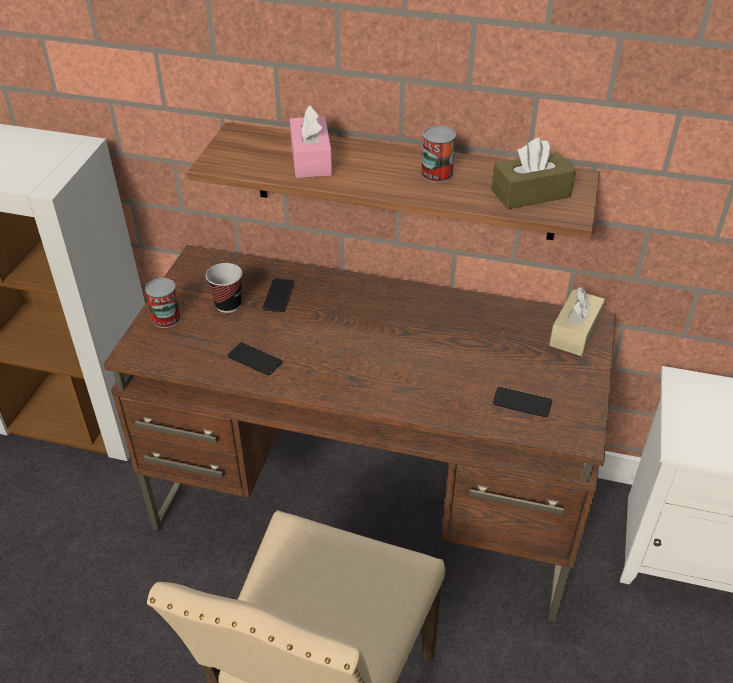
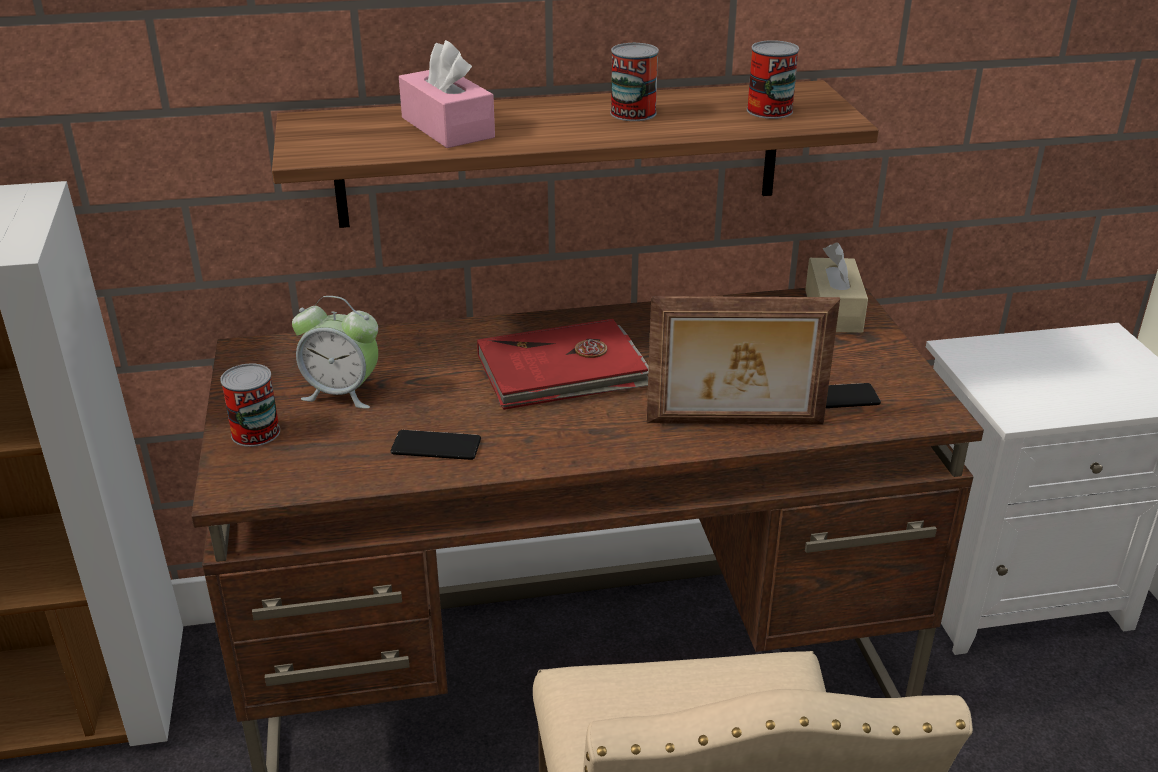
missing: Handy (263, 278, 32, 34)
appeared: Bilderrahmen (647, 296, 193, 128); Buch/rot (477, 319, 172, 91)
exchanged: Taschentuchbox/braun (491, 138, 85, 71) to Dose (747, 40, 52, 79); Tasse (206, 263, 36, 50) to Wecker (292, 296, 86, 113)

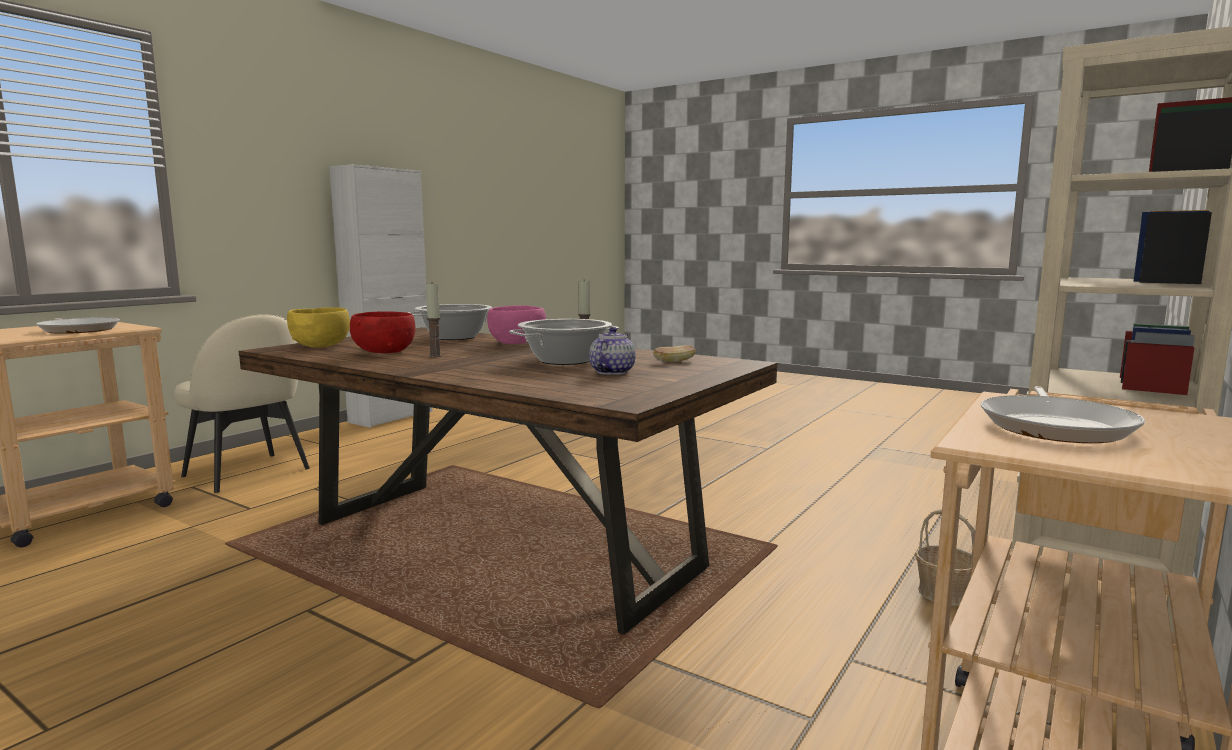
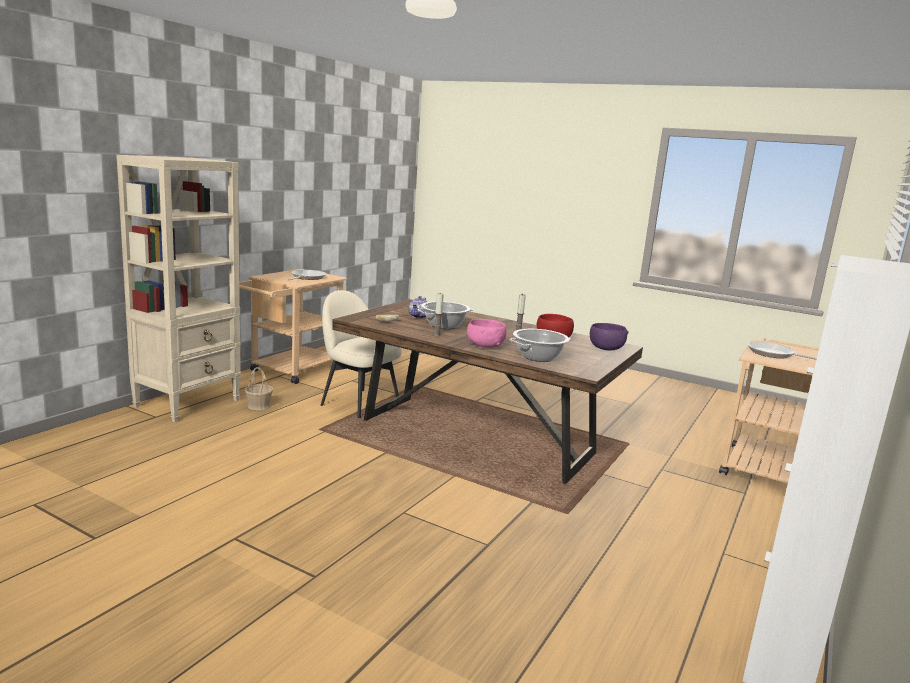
relocated: Stuhl/beige (174, 314, 136, 179) to (320, 290, 82, 128)
colour: Schüssel/gelb (287, 307, 63, 41) to Schüssel/lila (590, 323, 39, 27)

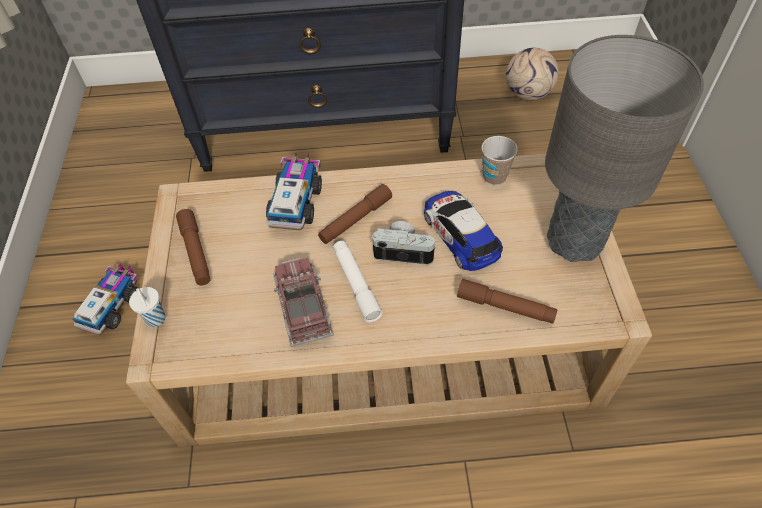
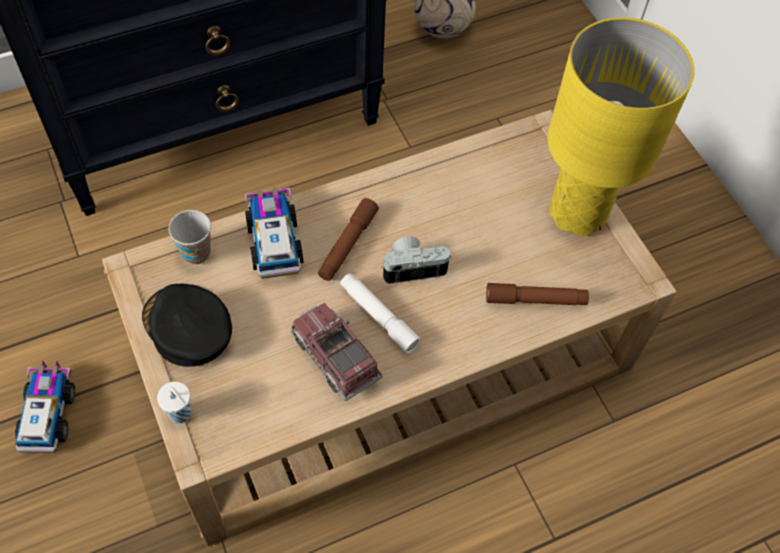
missing: Spielzeugauto (424, 191, 79, 80)
relocated: Tasse (481, 136, 37, 49) to (168, 210, 43, 55)
exchanged: Taschenlampe/braun (176, 209, 34, 76) to Kappe/schwarz (142, 283, 90, 84)
colour: Tischlampe/grau (545, 35, 159, 227) to Tischlampe/gelb (548, 17, 147, 220)

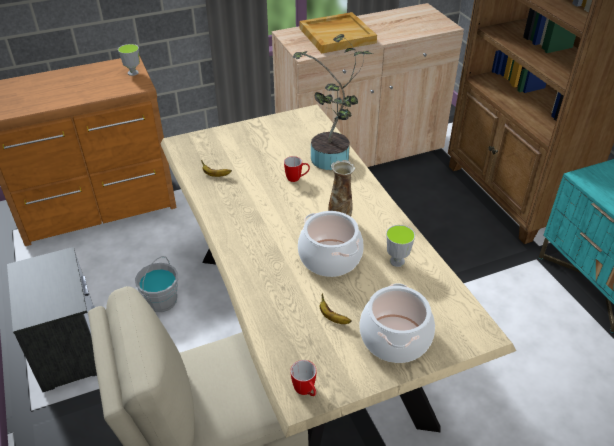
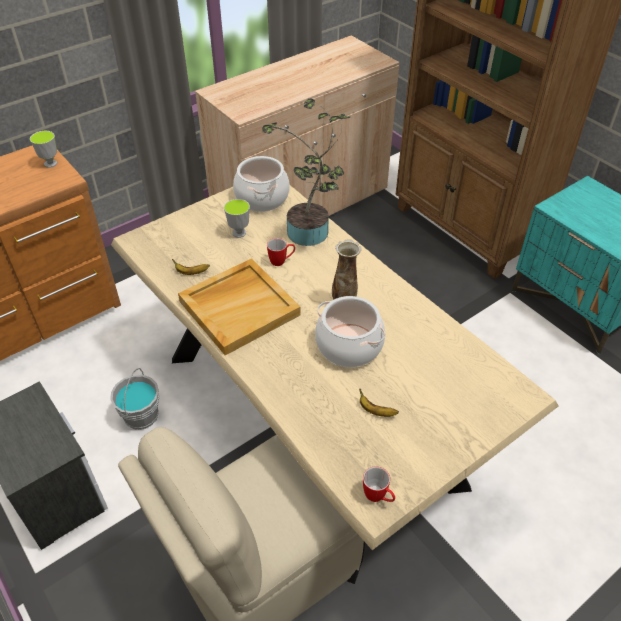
relocated: Tablett/beige (300, 12, 77, 41) to (178, 258, 123, 97); Tasse (386, 225, 29, 42) to (224, 199, 26, 39); Kochtopf (360, 283, 75, 80) to (233, 156, 57, 56)

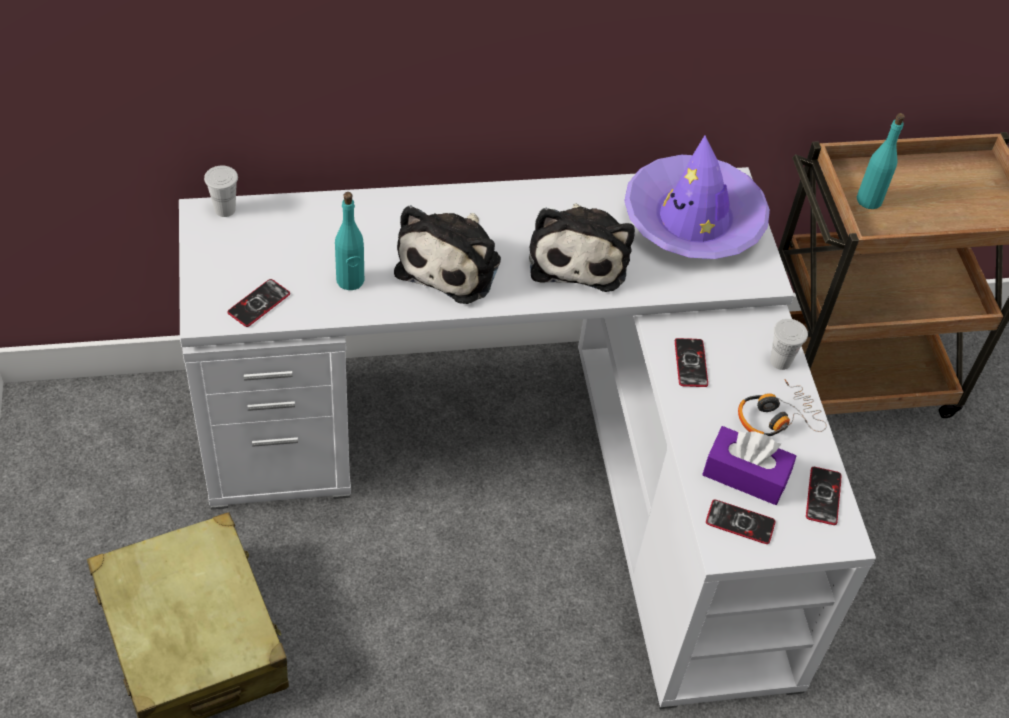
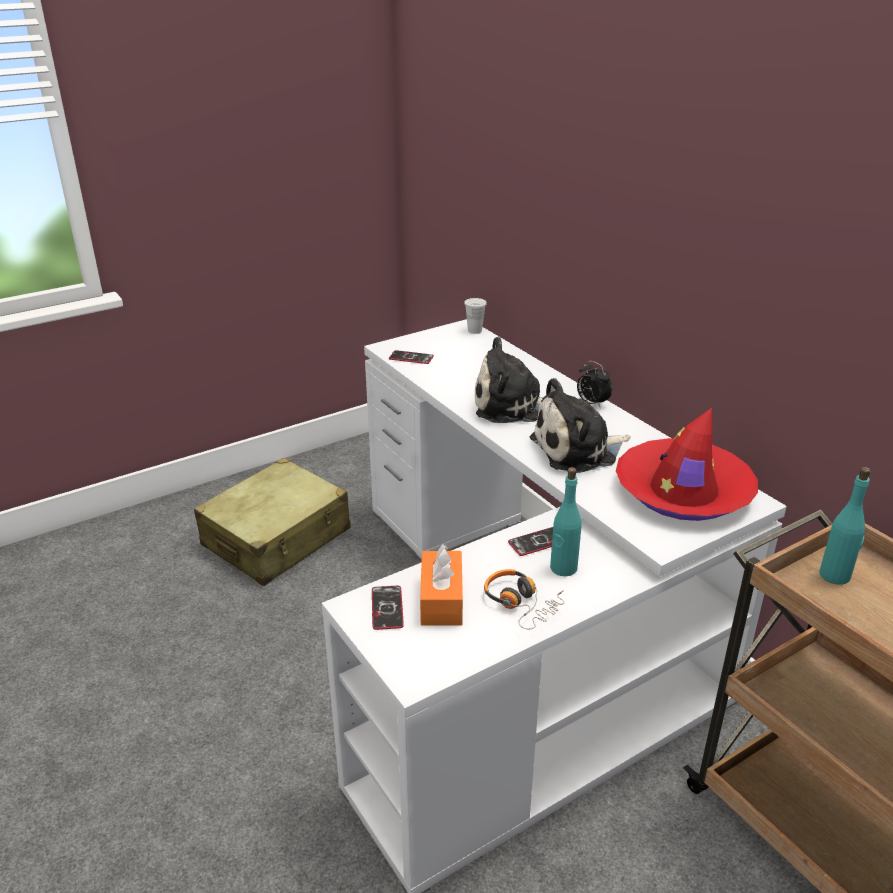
missing: Tasse/weiß (770, 319, 38, 51); Handy (806, 467, 36, 58)
appeared: Wecker (577, 361, 35, 48)
relocated: Flasche/türkis (335, 192, 29, 98) to (550, 467, 32, 109)
colour: Hut/lila (624, 135, 146, 124) to Hut/rot (616, 408, 142, 113); Taschentuchbox/lila (702, 426, 94, 79) to Taschentuchbox/orange (420, 544, 43, 81)

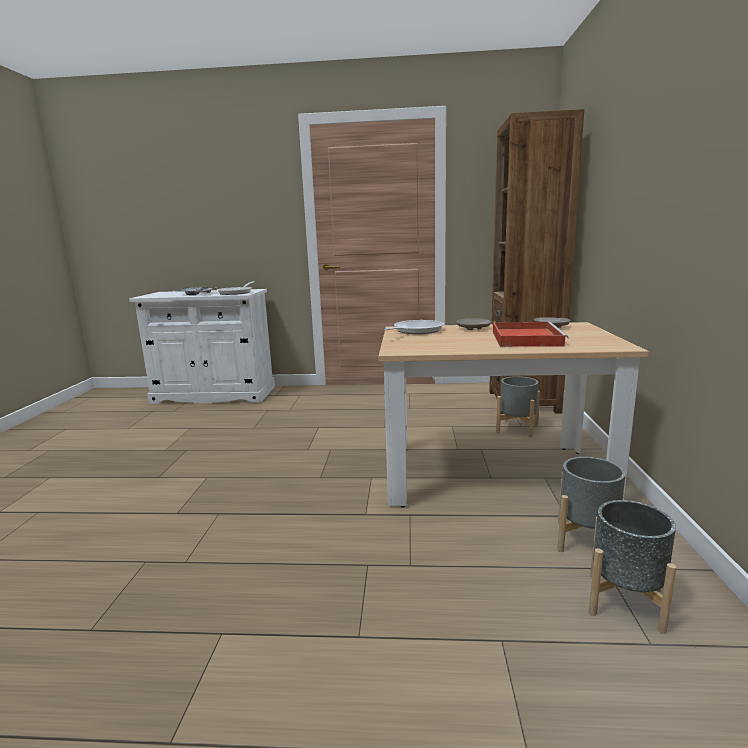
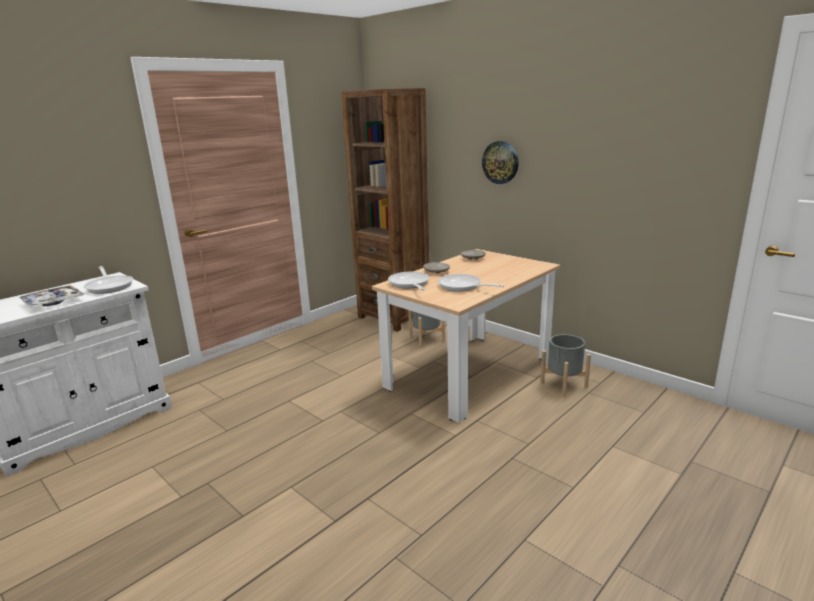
missing: Tablett/rot (493, 322, 75, 25); Pflanzkübel/grau (589, 500, 88, 134)
appeared: Wanduhr (482, 141, 37, 43); Pfanne (438, 274, 66, 18)

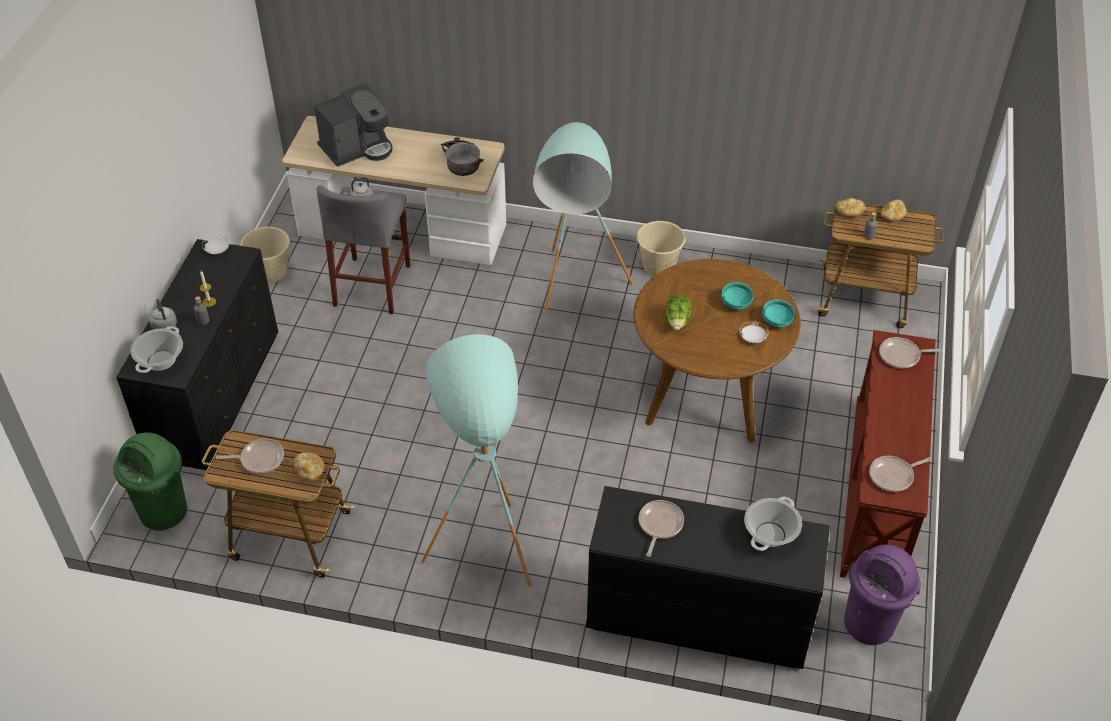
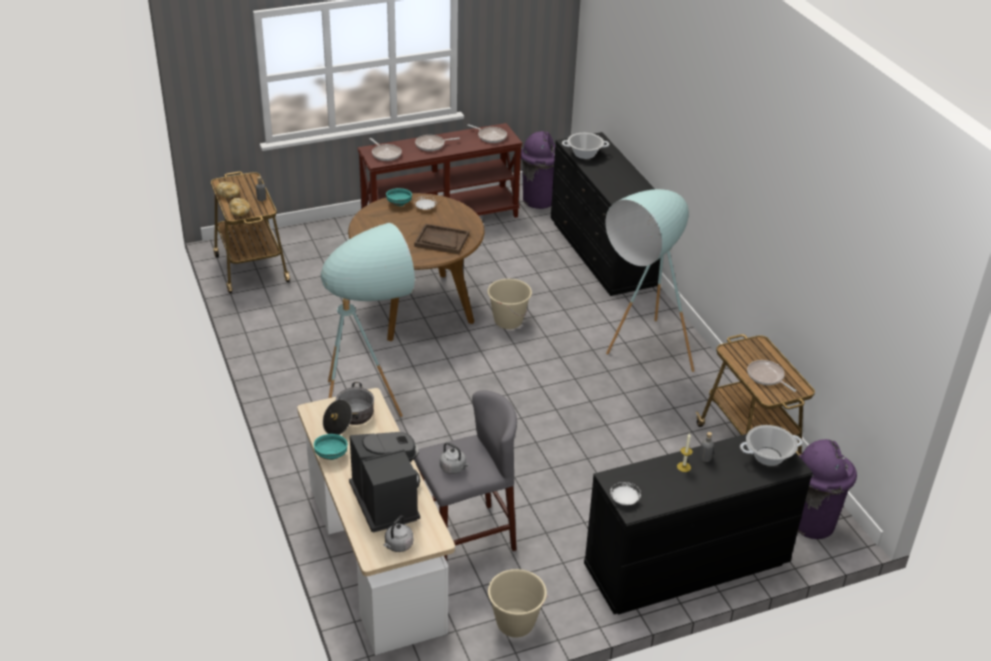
missing: Brot (294, 453, 31, 28)
relocated: Eimer/beige (636, 221, 50, 55) to (487, 279, 45, 50); Schüssel/türkis (721, 282, 33, 28) to (314, 434, 34, 26); Wasserkessel/grau (149, 299, 28, 31) to (384, 515, 29, 37); Pfanne (639, 500, 45, 57) to (415, 135, 45, 16)
exchanged: Salatkopf (665, 295, 27, 36) to Tablett/braun (414, 224, 55, 30)
colour: Mülleimer/grün (114, 432, 73, 99) to Mülleimer/lila (798, 439, 59, 100)
spun: Kaffeemaschine (314, 83, 78, 84) = (349, 432, 71, 101) 45 degrees clockwise

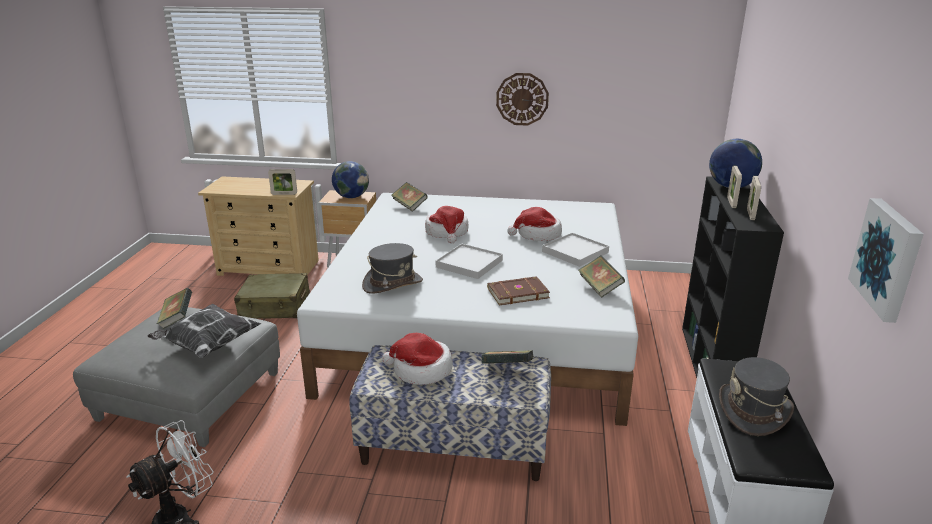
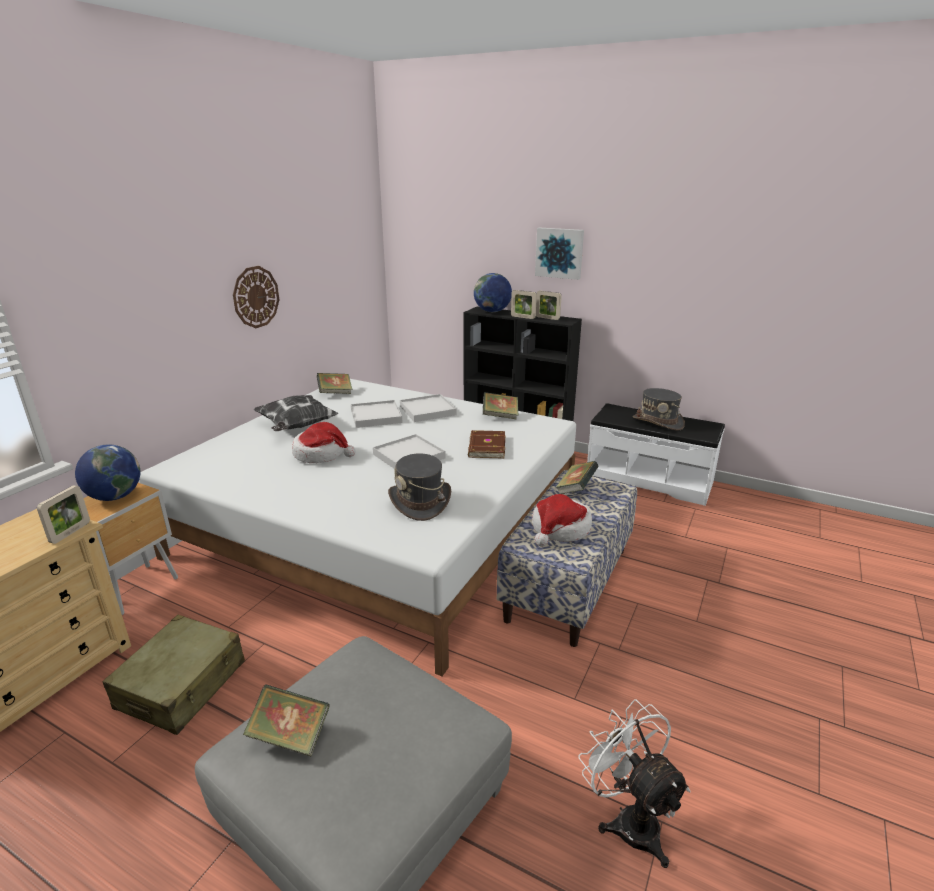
relocated: Buch (392, 182, 36, 30) to (317, 373, 35, 21); Bild (848, 198, 76, 125) to (535, 227, 49, 53); Kissen (147, 304, 114, 54) to (254, 395, 85, 36)
exchanged: Hut (507, 207, 55, 34) to Tablett/weiß (351, 400, 52, 28)

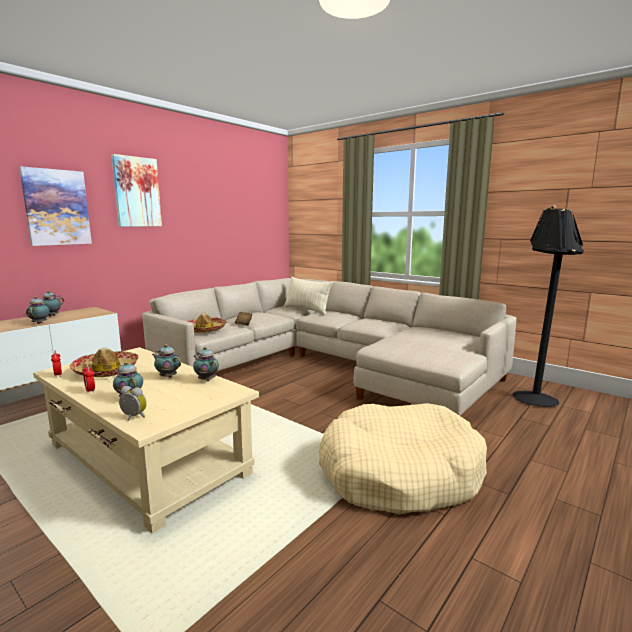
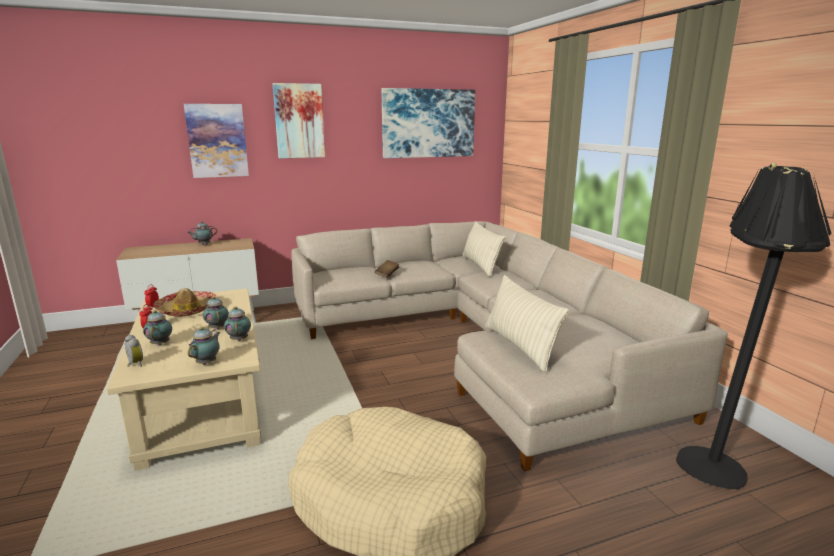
missing: Hut (187, 314, 40, 19)
appeared: Bild (381, 88, 94, 70); Kissen/beige (485, 275, 84, 97)
relocated: Teekanne (26, 296, 24, 28) to (188, 327, 32, 38)

